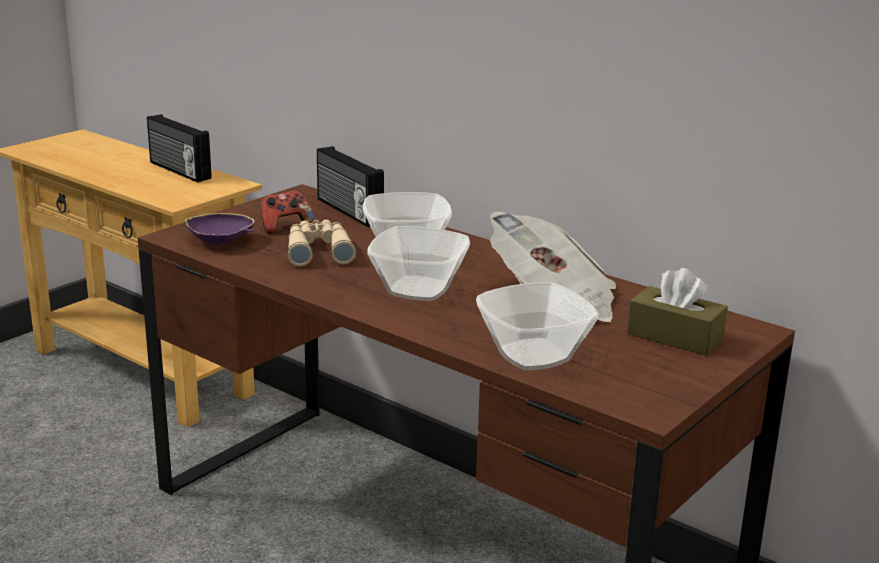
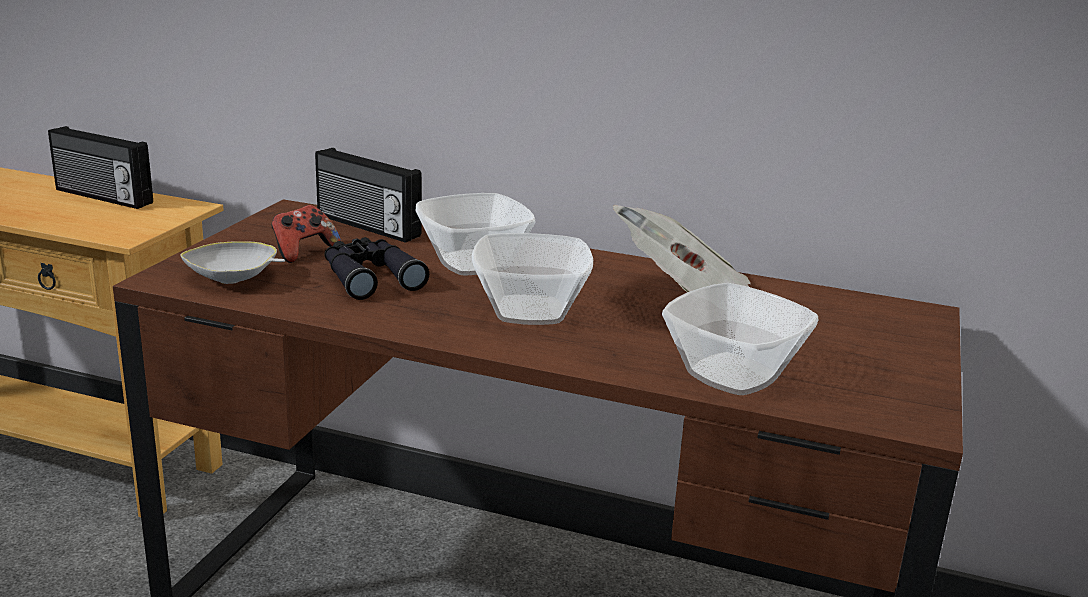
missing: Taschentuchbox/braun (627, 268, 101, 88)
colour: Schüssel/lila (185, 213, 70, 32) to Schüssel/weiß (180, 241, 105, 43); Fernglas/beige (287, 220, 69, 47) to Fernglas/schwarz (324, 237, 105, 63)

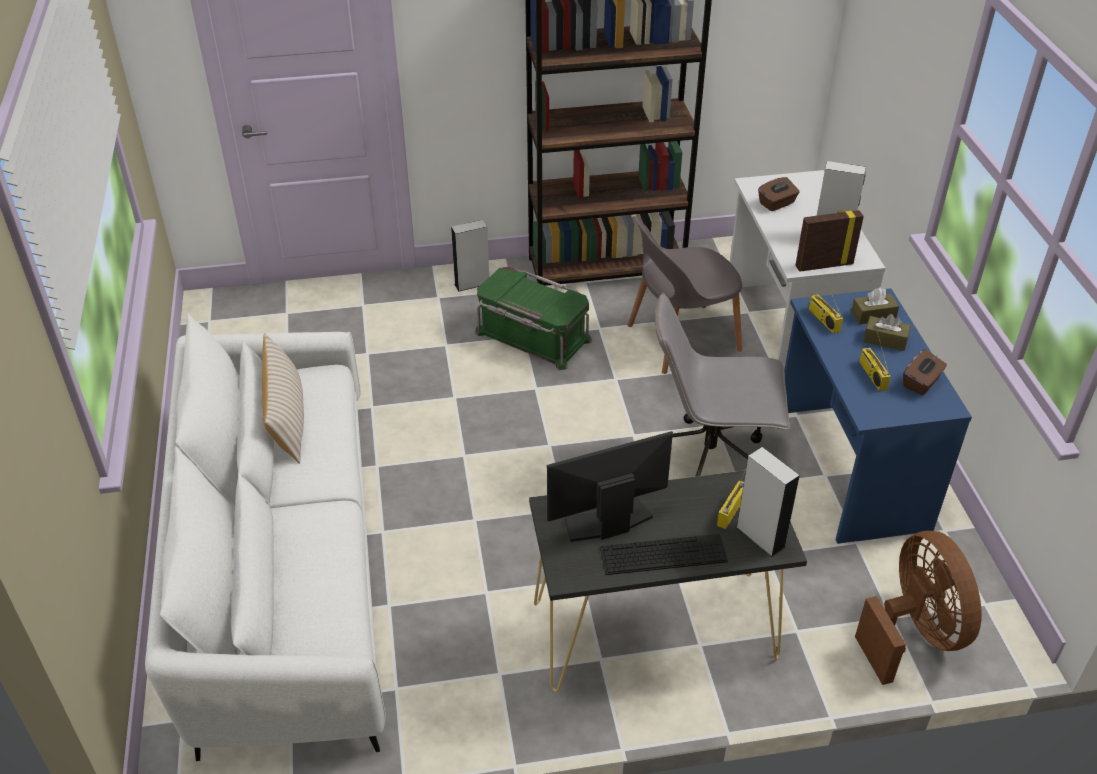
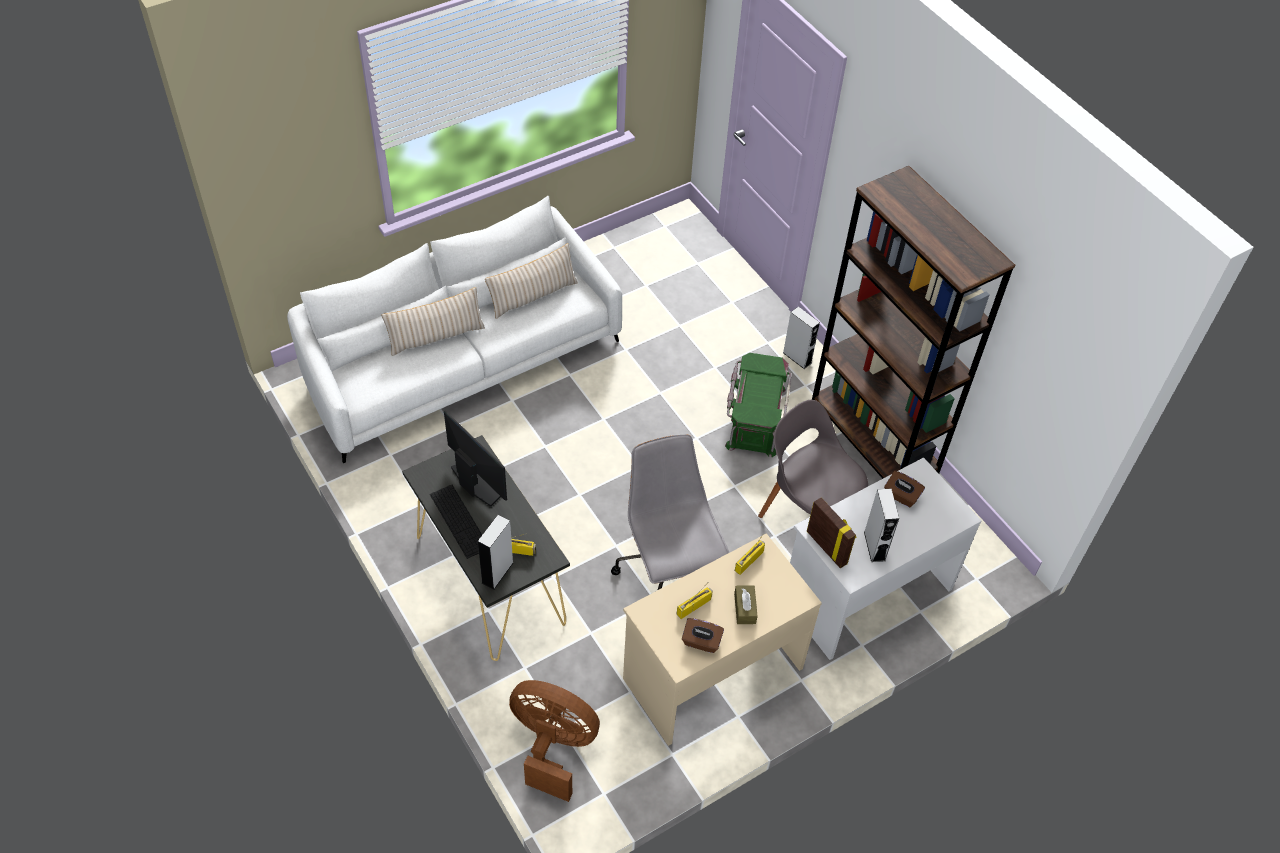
missing: Taschentuchbox/braun (851, 288, 48, 37)
appeared: Kissen/beige (381, 287, 104, 69)
colour: Schreibtisch/blau (784, 288, 188, 256) to Schreibtisch/beige (623, 533, 199, 213)
spun: Ventilator/braun (855, 531, 127, 154) = (509, 680, 91, 122) 120 degrees counterclockwise

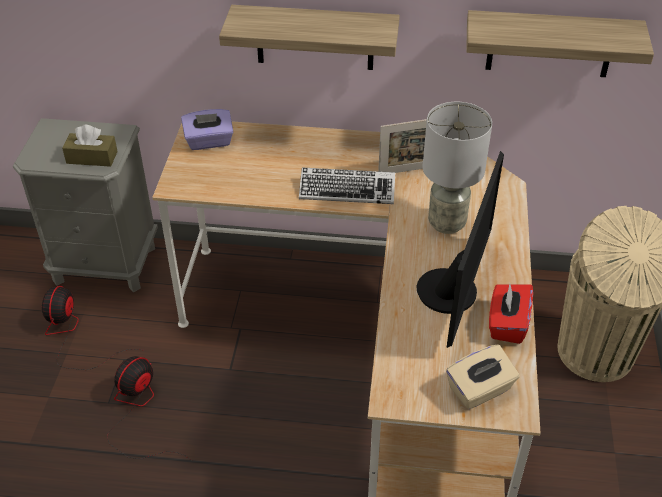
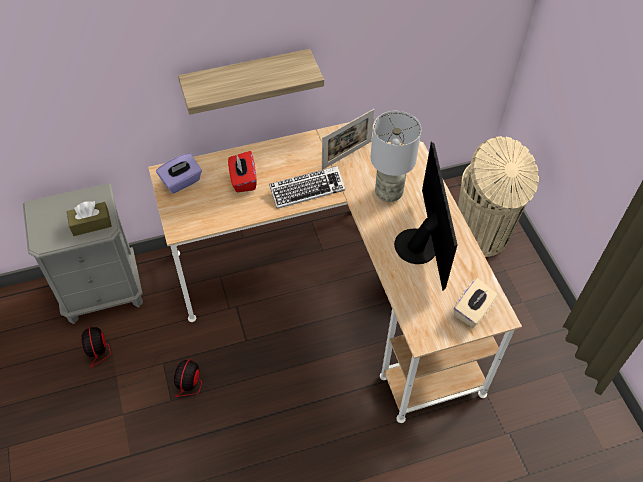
missing: Wandregal (466, 10, 188, 67)
relocated: Taschentuchbox/rot (489, 284, 44, 60) to (228, 151, 29, 42)

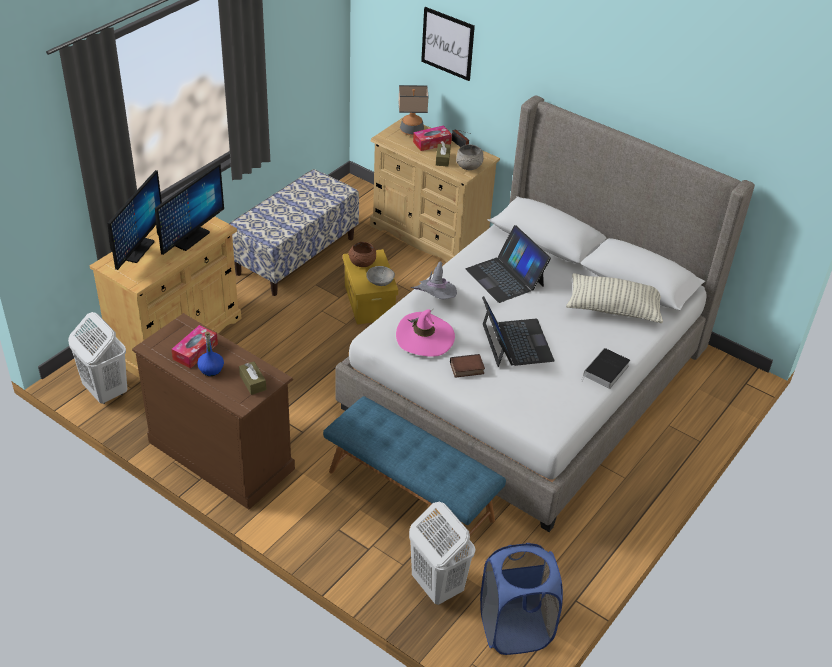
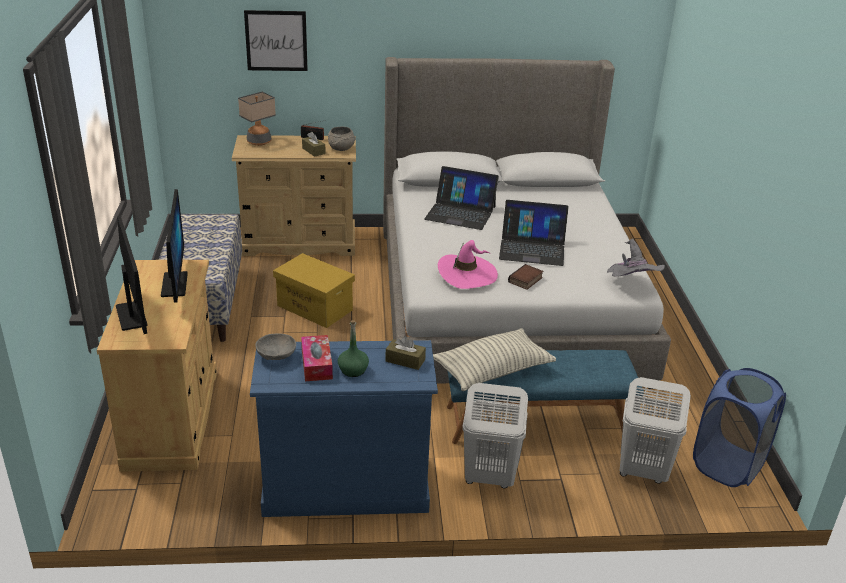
missing: Taschentuchbox (413, 126, 39, 25); Schüssel/braun (348, 242, 28, 25); Buch (581, 348, 49, 41)
relocated: Hut/grau (411, 261, 46, 38) to (607, 238, 58, 39); Schüssel/grau (366, 266, 29, 20) to (255, 333, 41, 27); Kissen (566, 273, 97, 50) to (433, 328, 123, 63); Wäschekorb/weiß (68, 312, 59, 92) to (462, 383, 66, 105)
colour: Kommode/braun (132, 313, 163, 196) to Kommode/blau (250, 340, 188, 177); Flasche/blau (197, 331, 27, 45) to Flasche/grün (338, 320, 31, 57)
spun: Laptop (482, 296, 73, 71) = (499, 200, 70, 66) 150 degrees clockwise

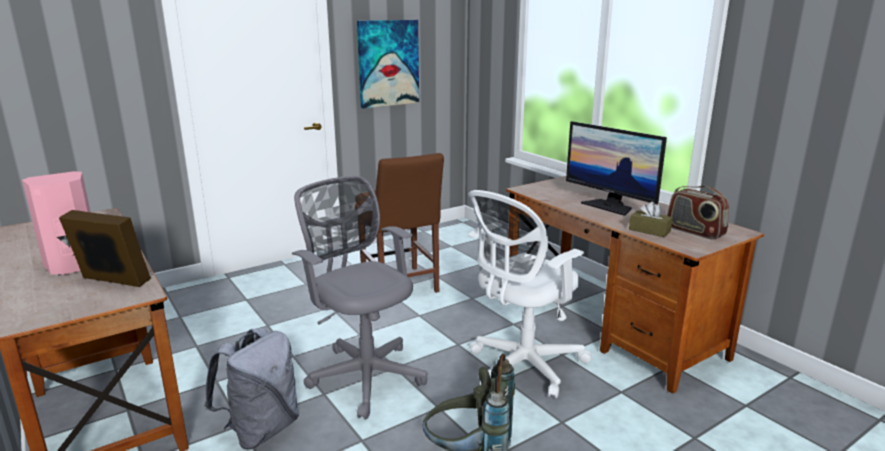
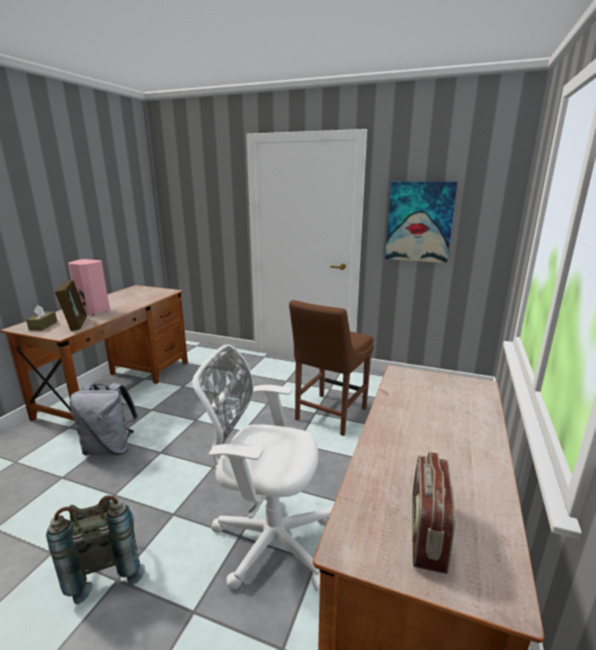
missing: Monitor (566, 121, 101, 95); Bürostuhl/grau (292, 176, 135, 244)
relocated: Taschentuchbox/braun (629, 202, 44, 35) to (26, 305, 31, 26)

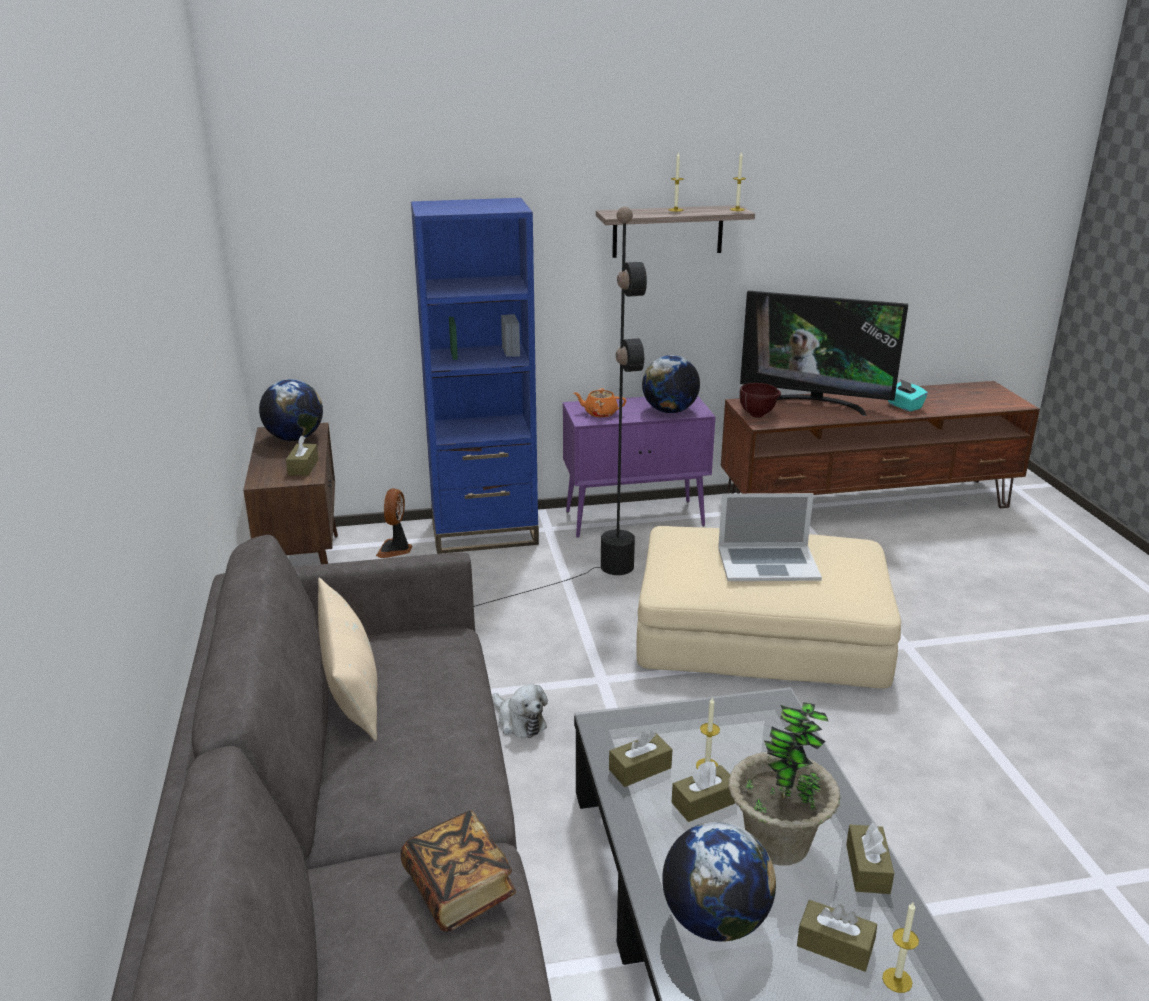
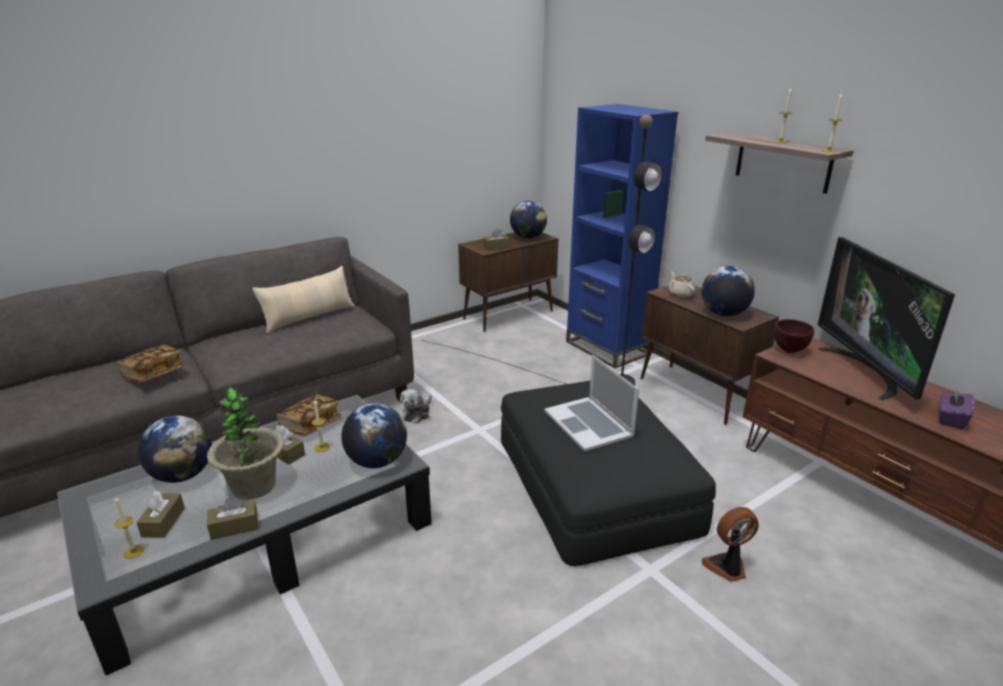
appeared: Globus (341, 403, 66, 65)
relocated: Ventilator (376, 488, 37, 70) to (702, 507, 57, 75)
exchanged: Taschentuchbox/braun (609, 731, 63, 56) to Buch (277, 394, 64, 42)
colour: Taschentuchbox/türkis (888, 379, 40, 33) to Taschentuchbox/lila (939, 388, 35, 41); Teekanne/orange (574, 388, 52, 29) to Teekanne/beige (668, 271, 28, 27); Schrank/lila (563, 396, 152, 142) to Schrank/braun (641, 285, 138, 140); Polsterhocker/beige (636, 526, 265, 163) to Polsterhocker/schwarz (501, 380, 215, 186)

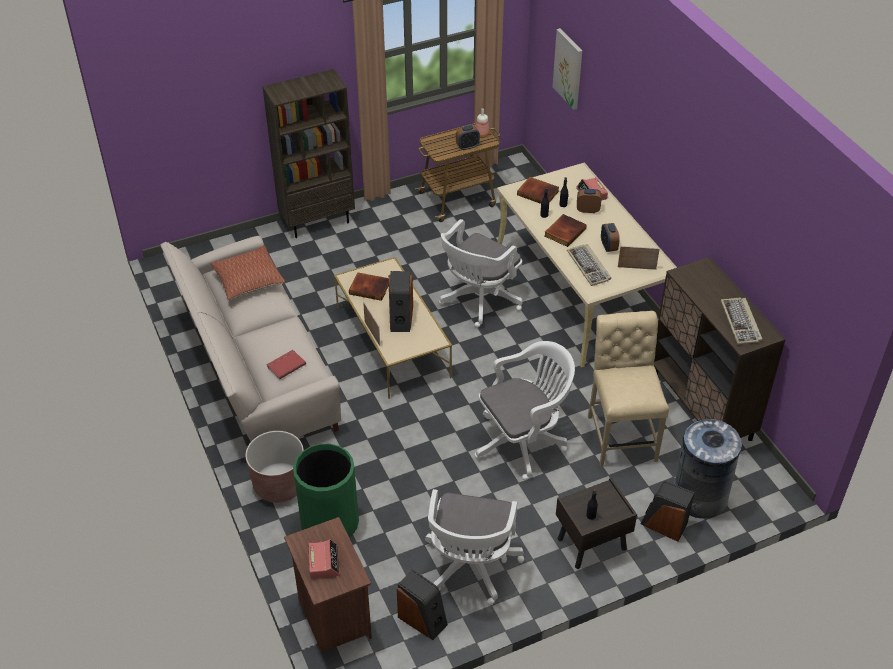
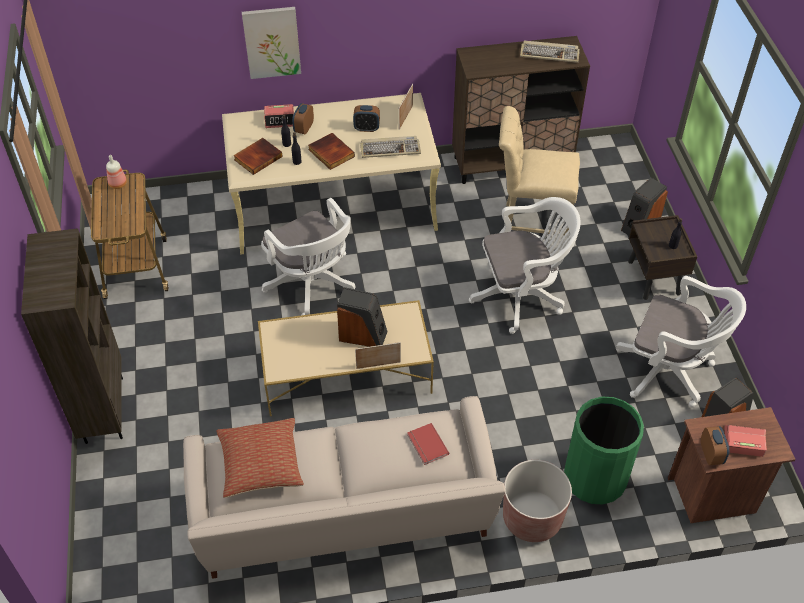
missing: Buch (349, 272, 40, 29); Mülleimer/grau (674, 419, 68, 99)
relocated: Bild (553, 28, 29, 82) to (242, 7, 59, 72); Wecker (456, 125, 24, 25) to (701, 426, 28, 39)
spun: Bürostuhl/weiß (474, 341, 101, 140) = (469, 197, 112, 137) 90 degrees clockwise

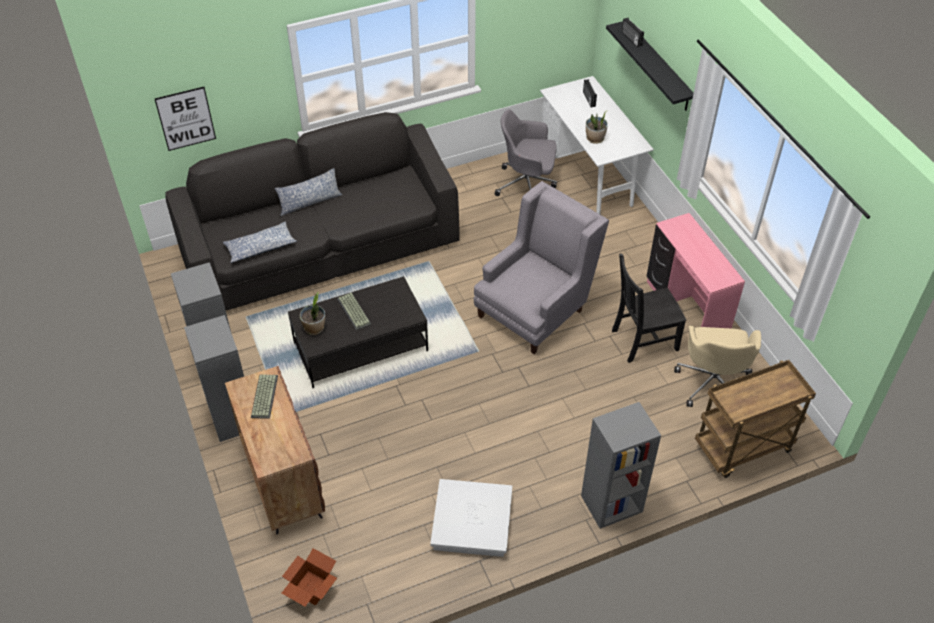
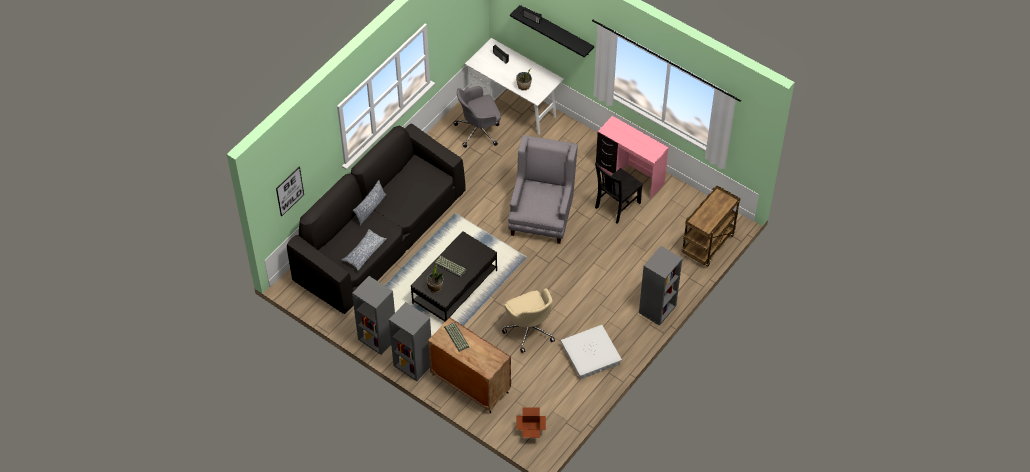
relocated: Bürostuhl/beige (674, 326, 87, 81) to (502, 288, 53, 65)

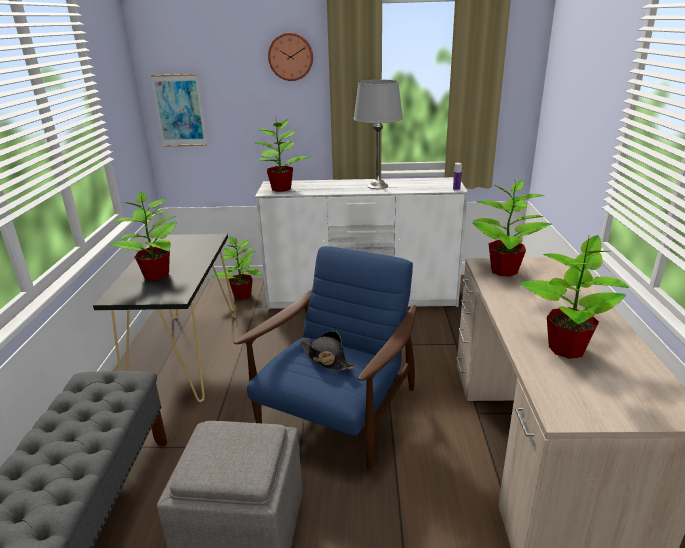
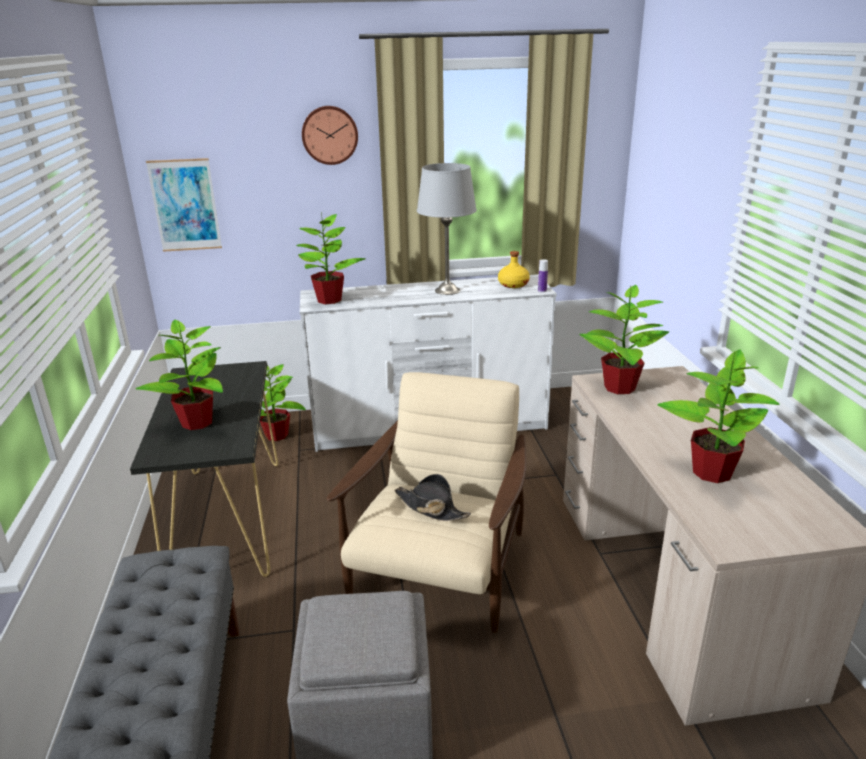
appeared: Flasche/gelb (498, 251, 32, 37)
colour: Sessel/blau (234, 246, 183, 224) to Sessel/beige (327, 372, 199, 261)

